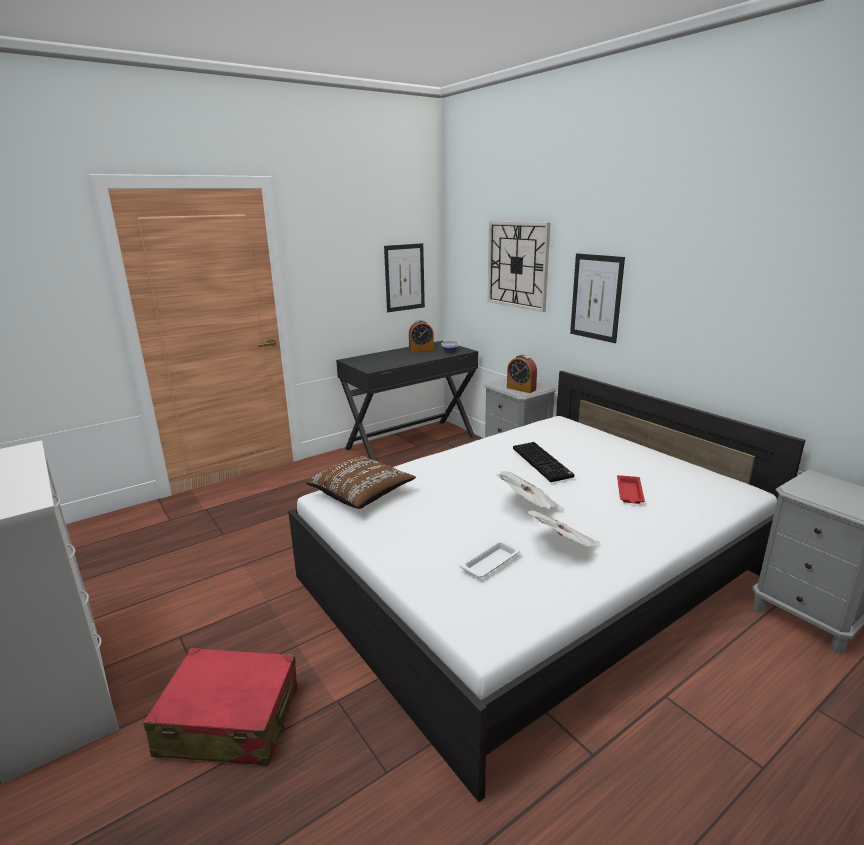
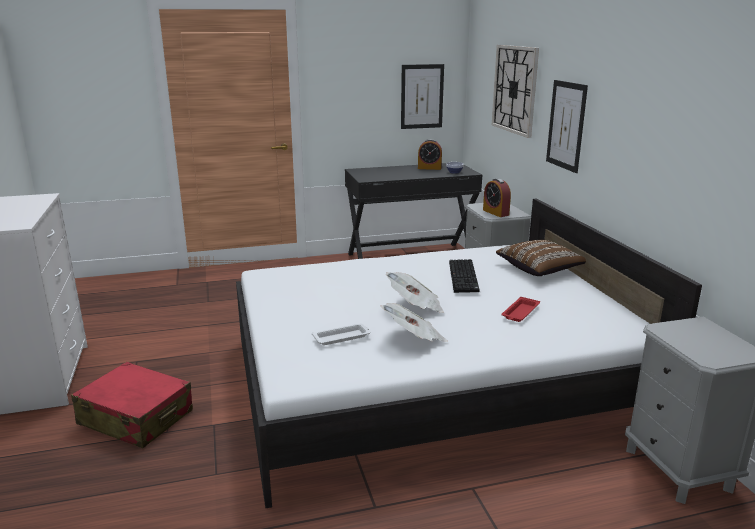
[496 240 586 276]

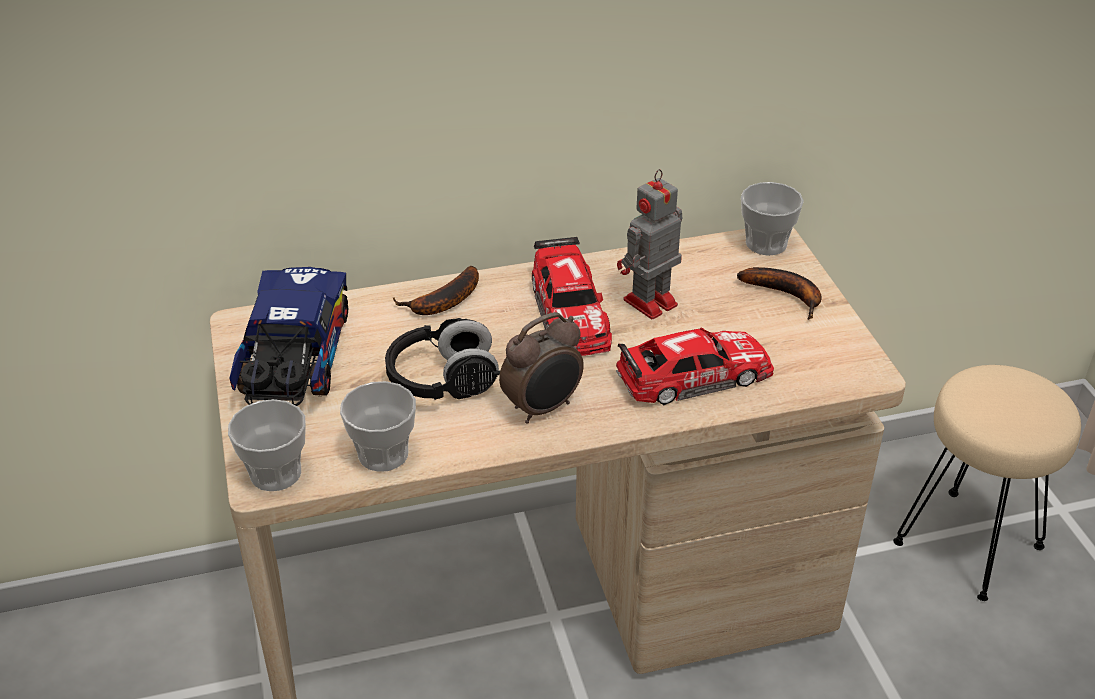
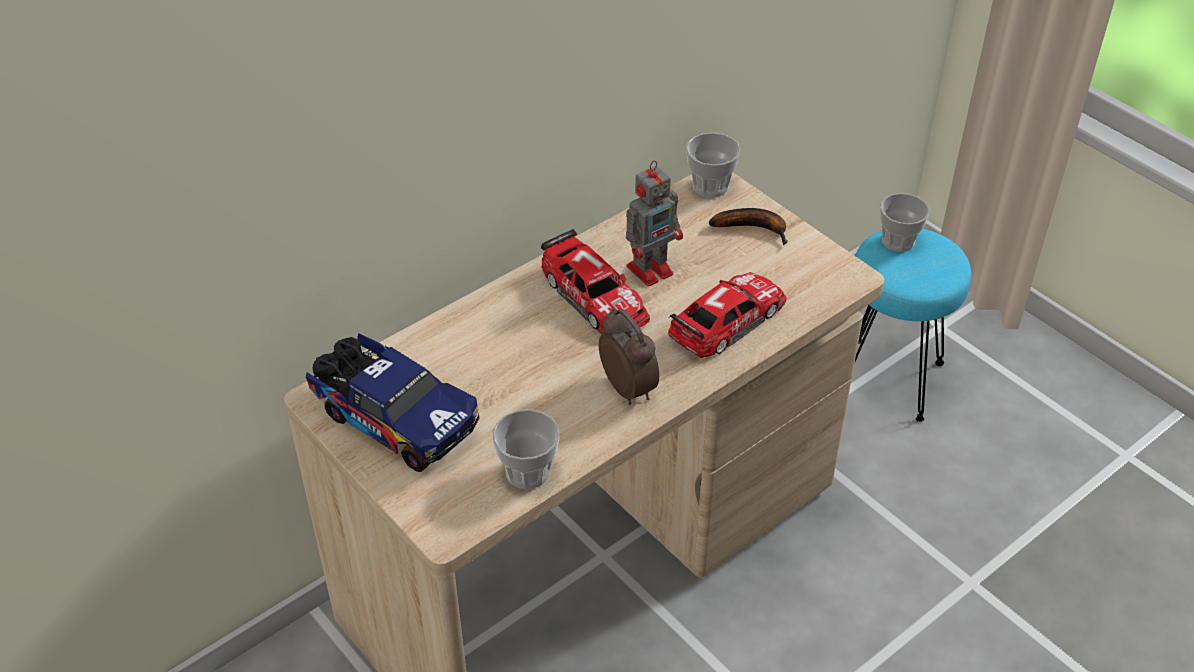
[306 333 479 472]
[599 307 659 405]
[626 160 683 287]
[855 229 971 422]
[880 193 929 252]
[385 318 500 400] (first image)
[393 266 479 315] (first image)

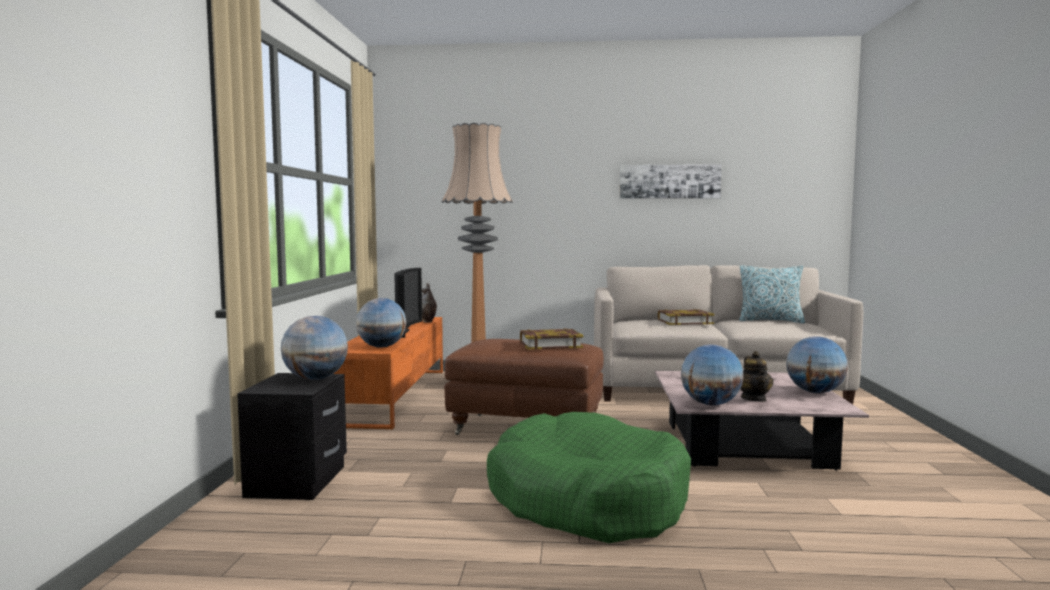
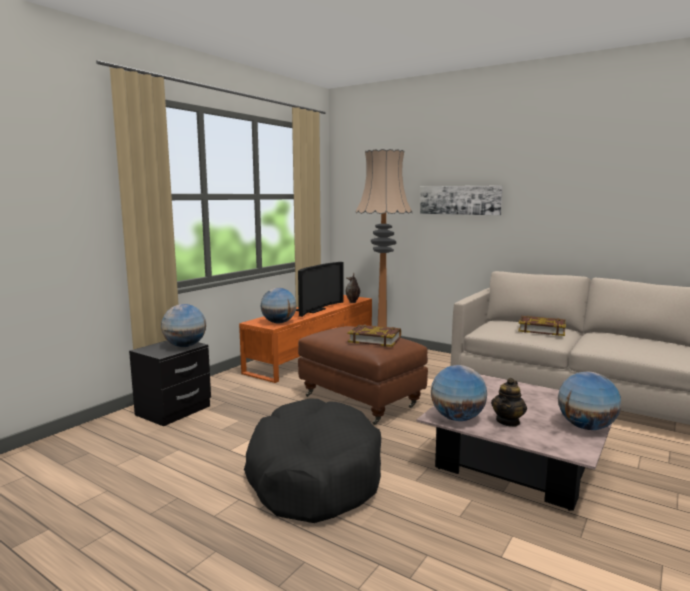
[244 399 381 523]
[420 185 503 215]
[739 266 805 323] (first image)

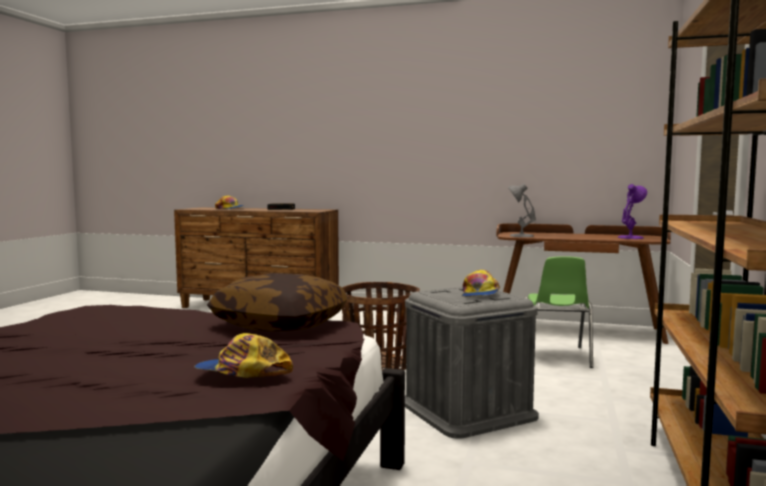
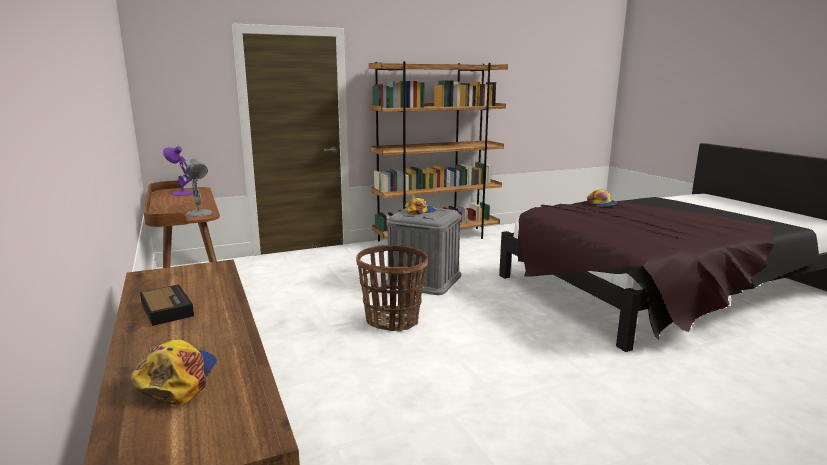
[207 273 349 331] (first image)
[525 256 593 368] (first image)

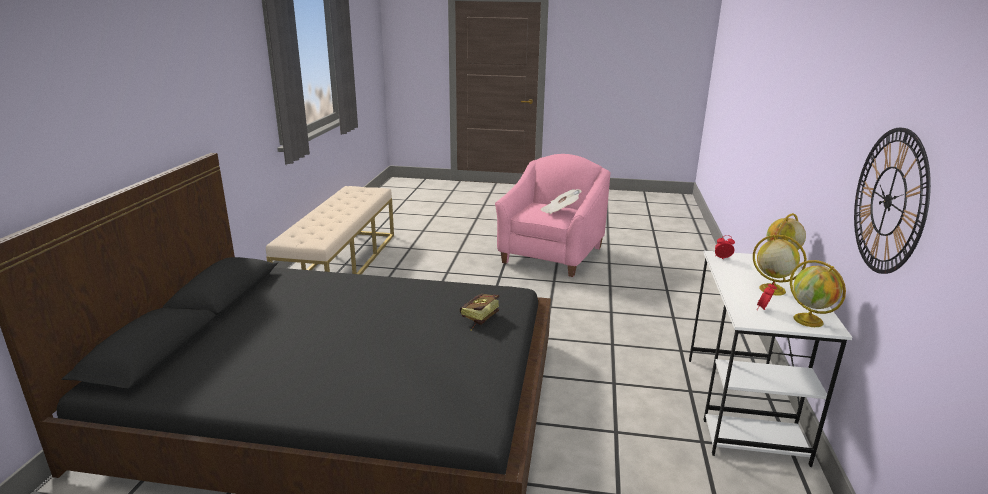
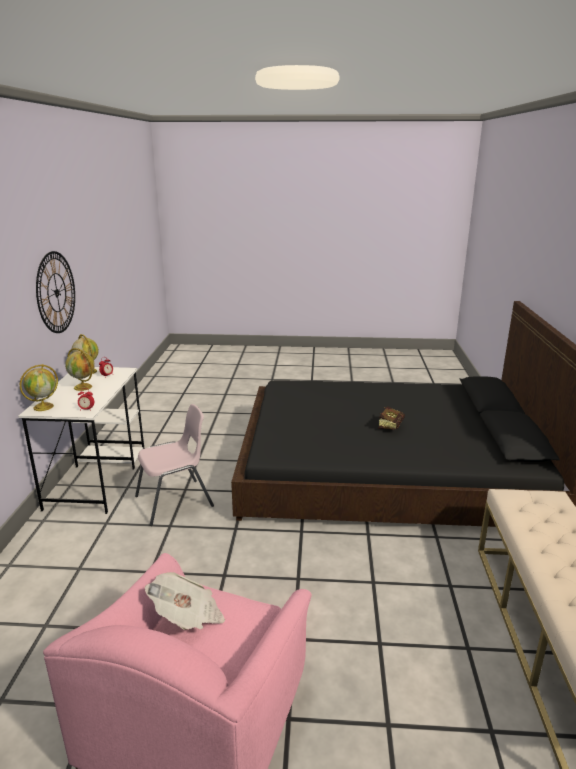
[135 404 214 526]
[378 406 405 430]

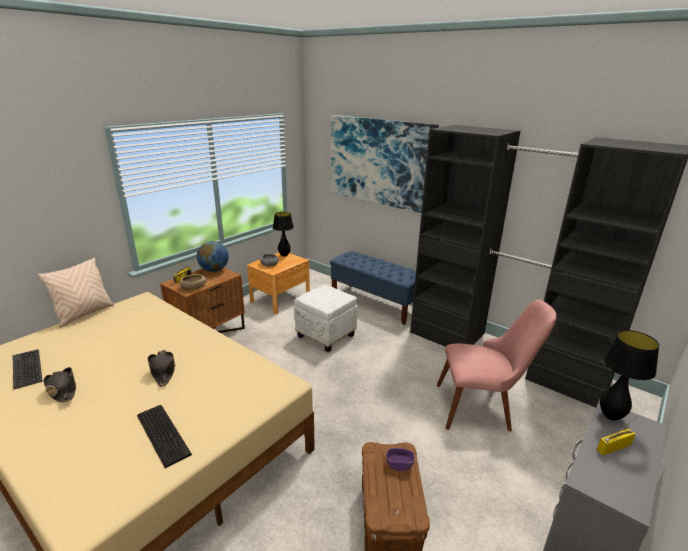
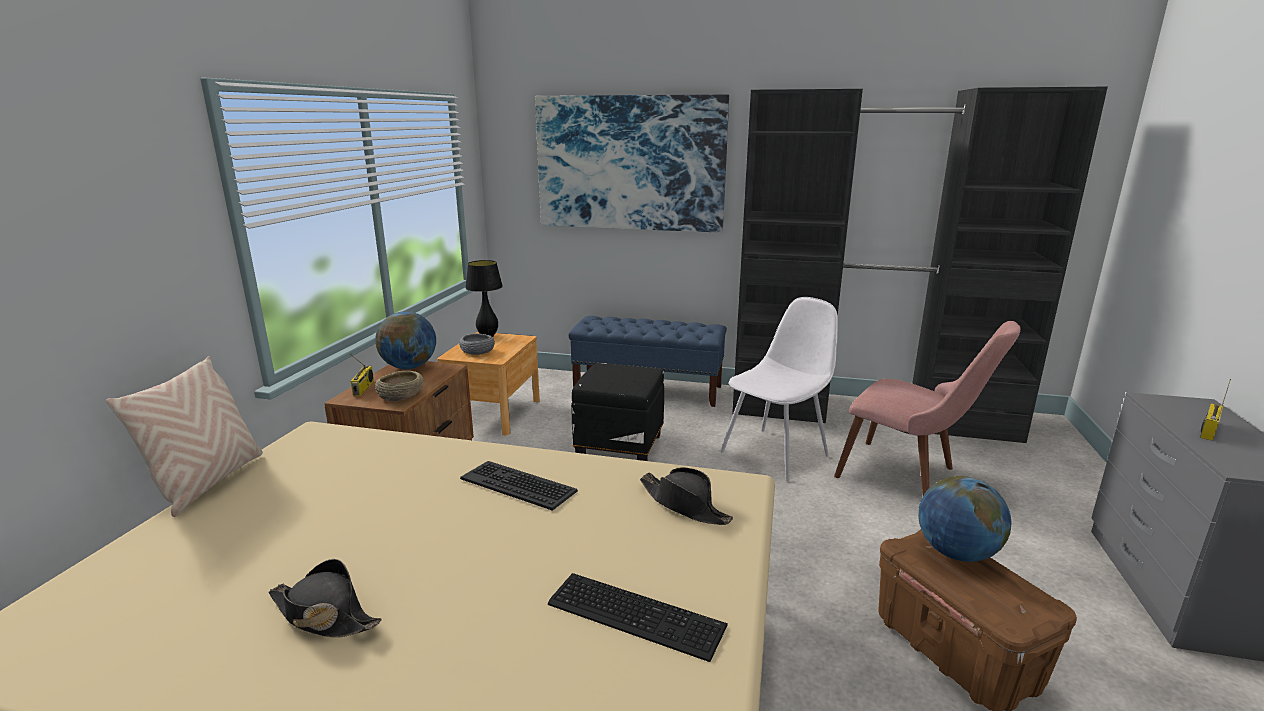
[460 461 578 511]
[571 363 664 461]
[640 467 733 525]
[721 297 838 481]
[834 321 1021 495]
[918 476 1012 562]
[600 330 659 420] (first image)

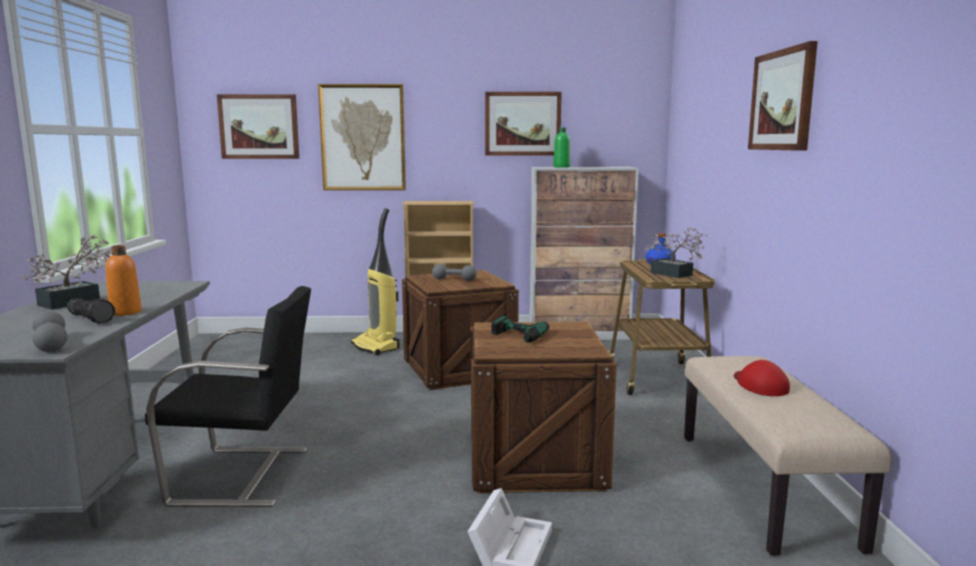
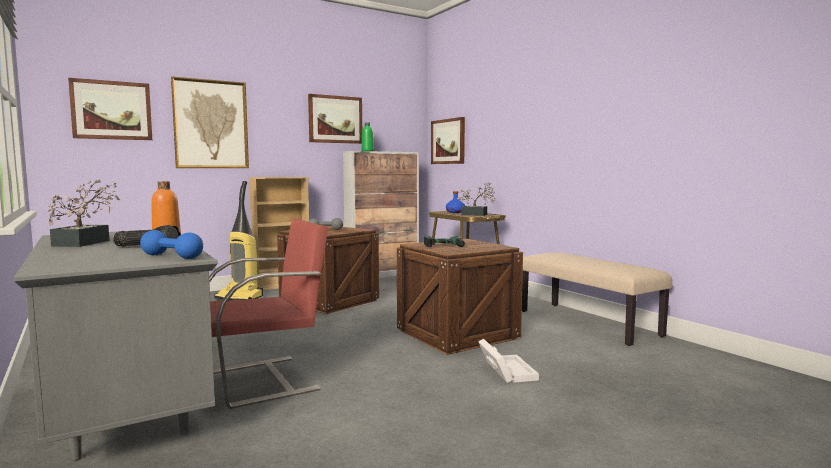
[140 230 203 259]
[209 218 328 409]
[431 117 465 164]
[734 360 790 396] (first image)

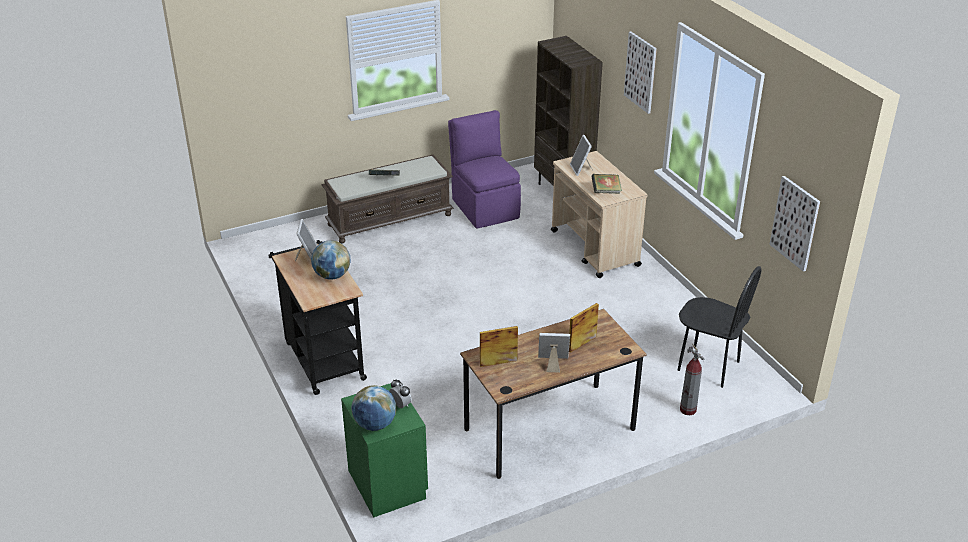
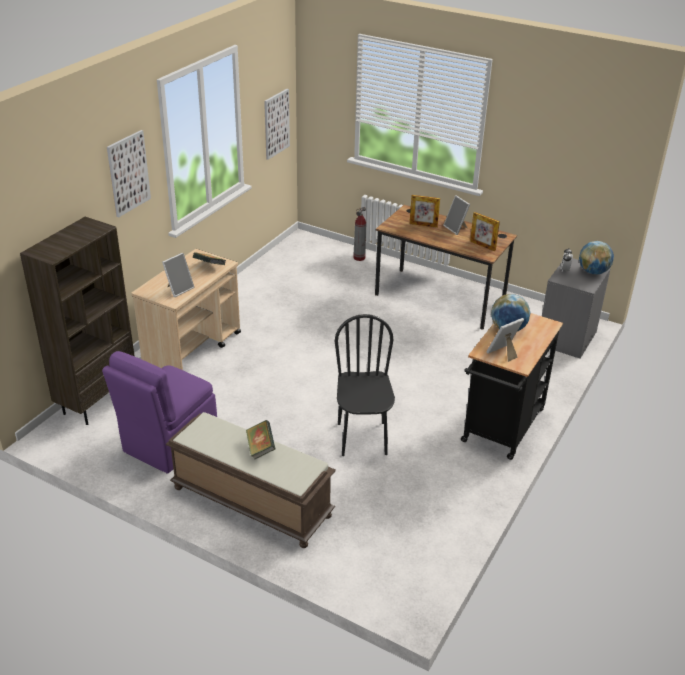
[335 314 395 456]
[542 258 610 358]

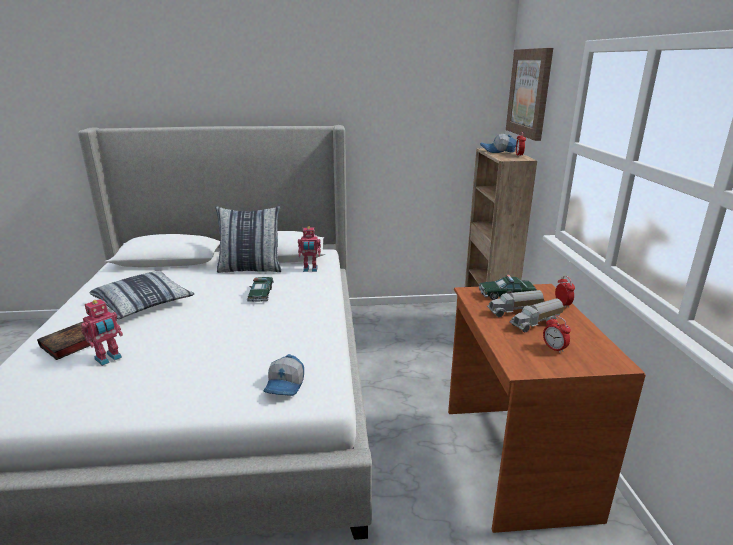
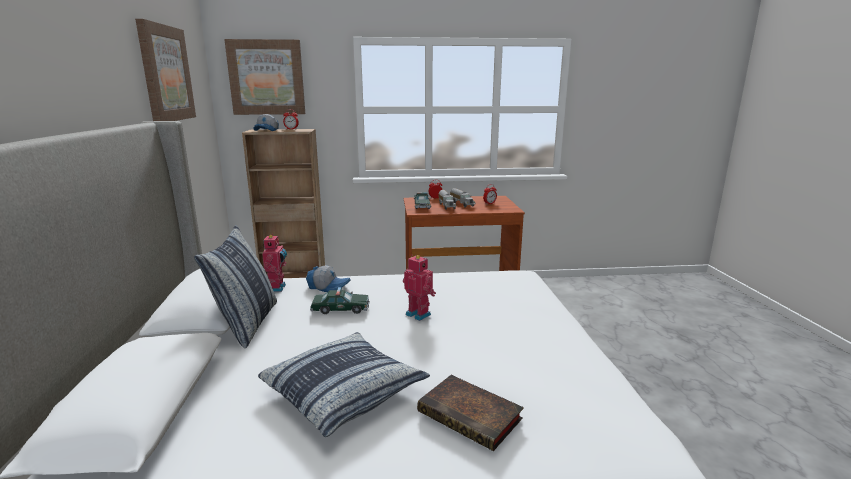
[135 19 196 121]
[306 265 350 292]
[403 255 436 321]

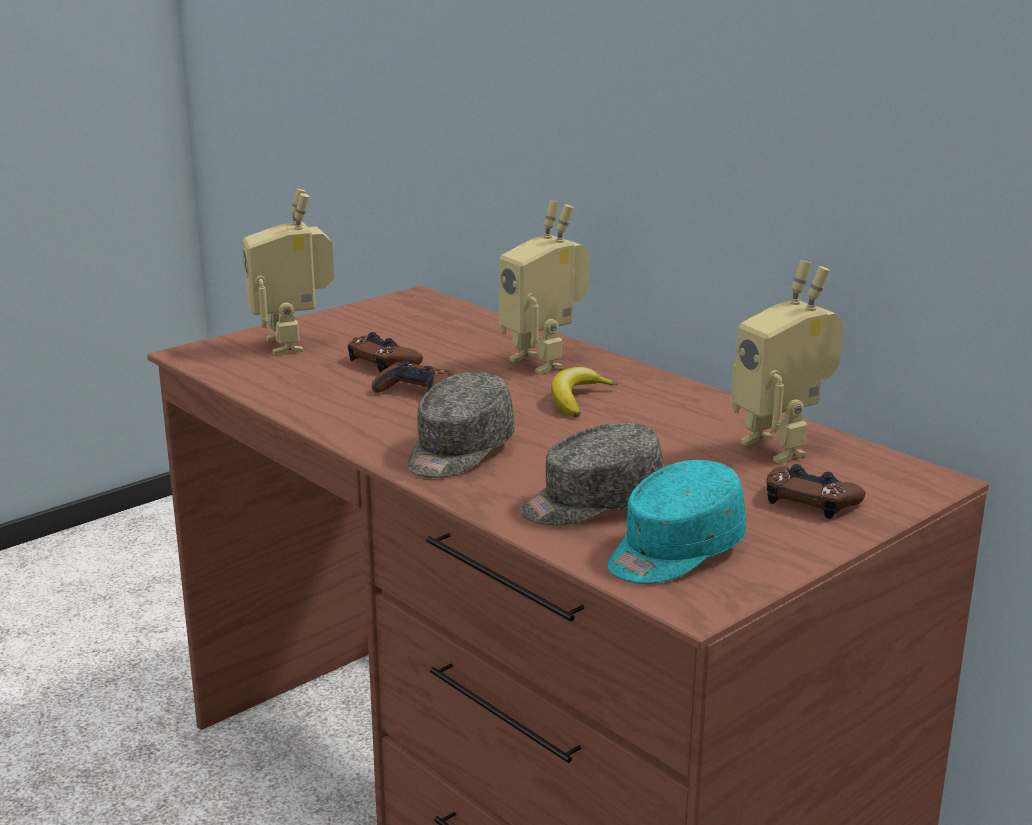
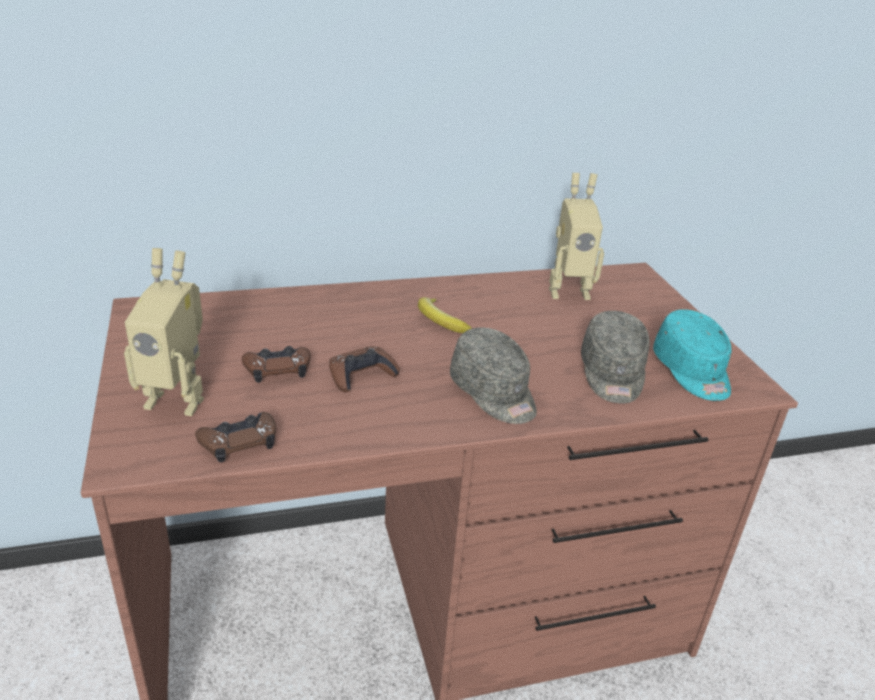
[195 412 276 462]
[499 200 589 374] (first image)

